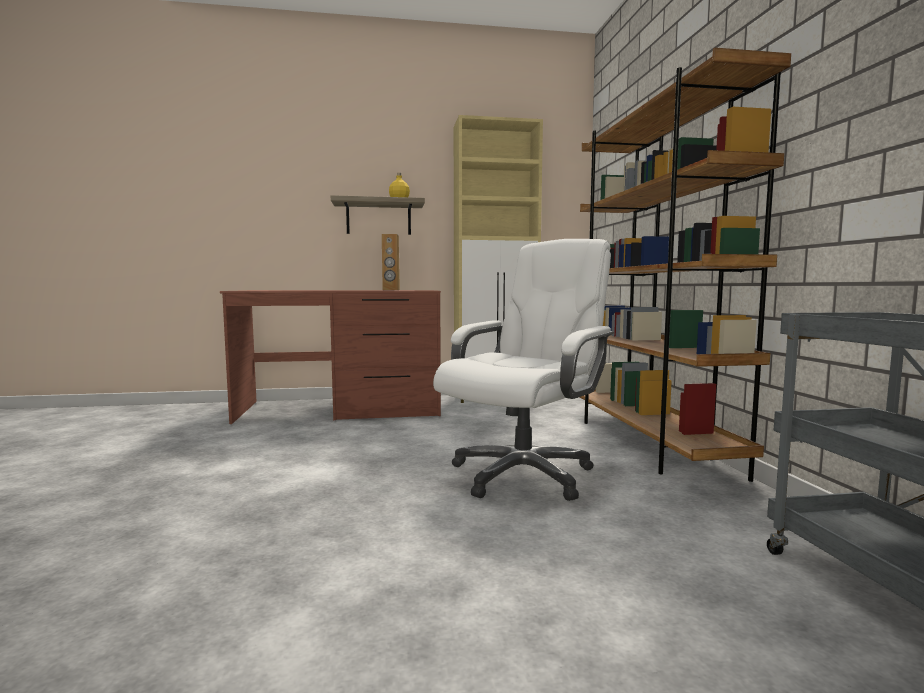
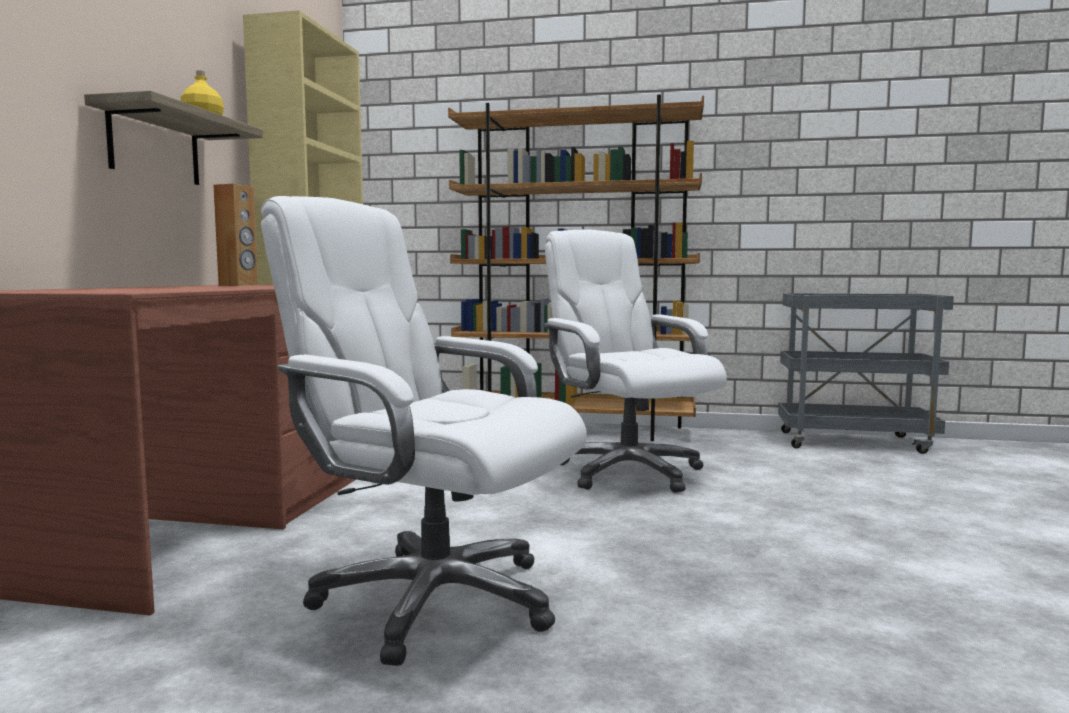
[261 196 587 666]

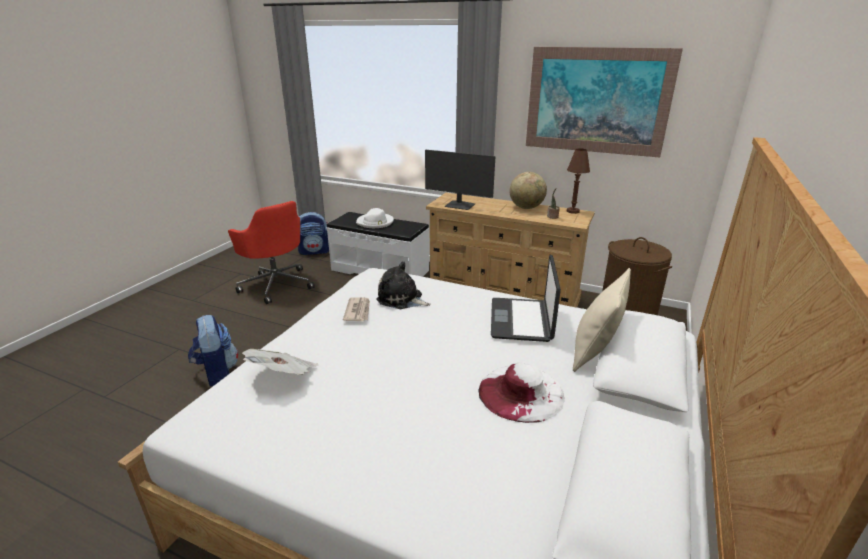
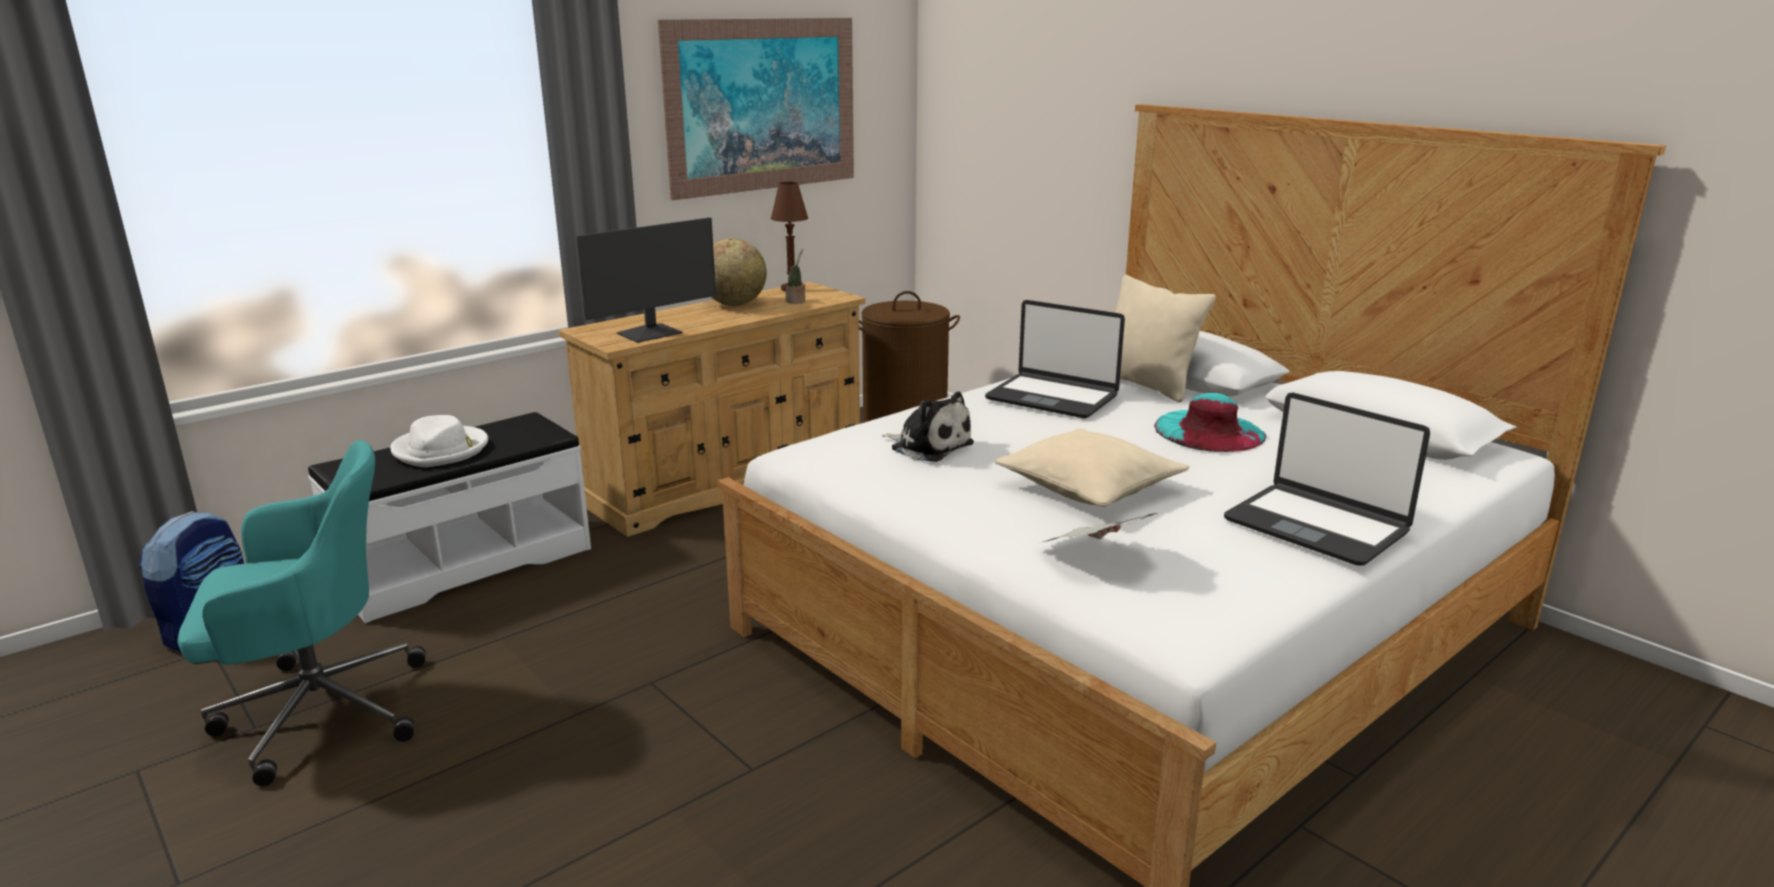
[178 440 426 786]
[882 392 974 462]
[995 428 1190 507]
[1154 393 1266 452]
[1224 393 1430 566]
[188 315 238 386] (first image)
[343 297 370 321] (first image)

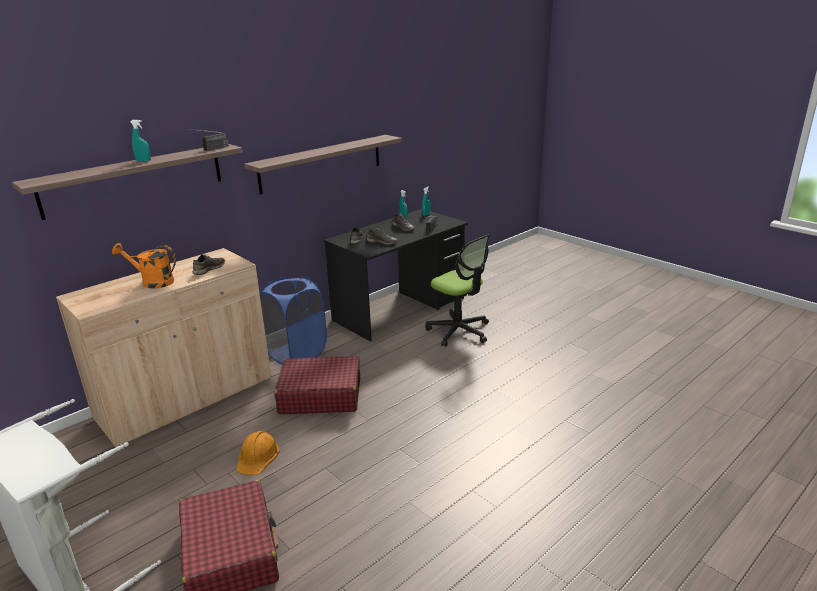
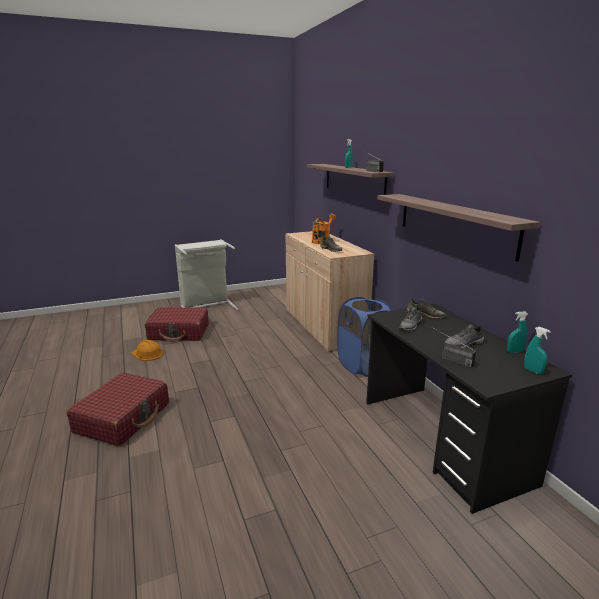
[66 373 169 446]
[131 340 163 361]
[425 234 490 347] (first image)

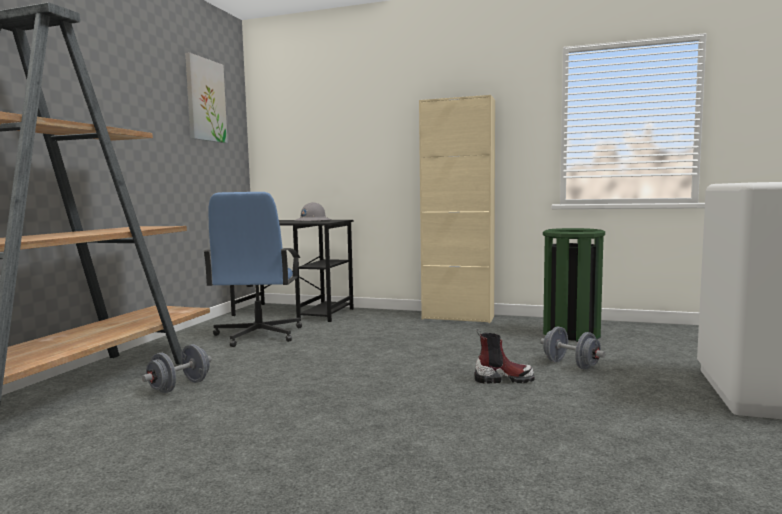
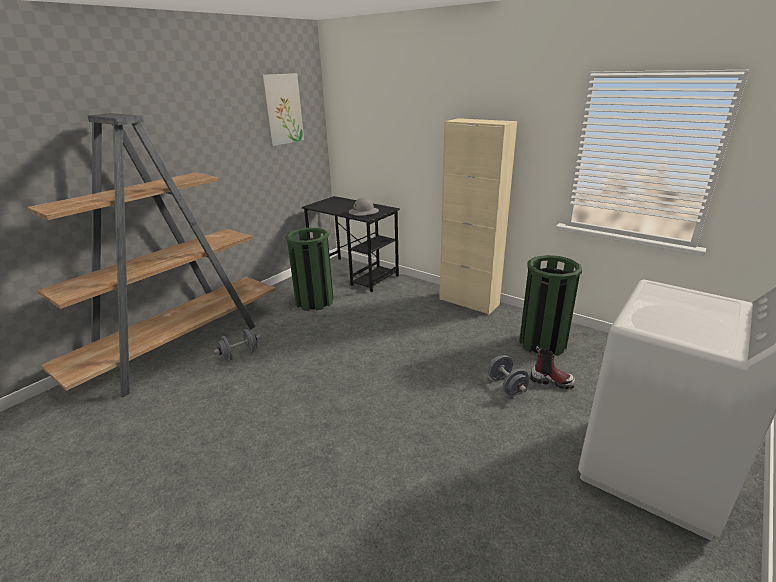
[285 228 334 311]
[530 346 575 389]

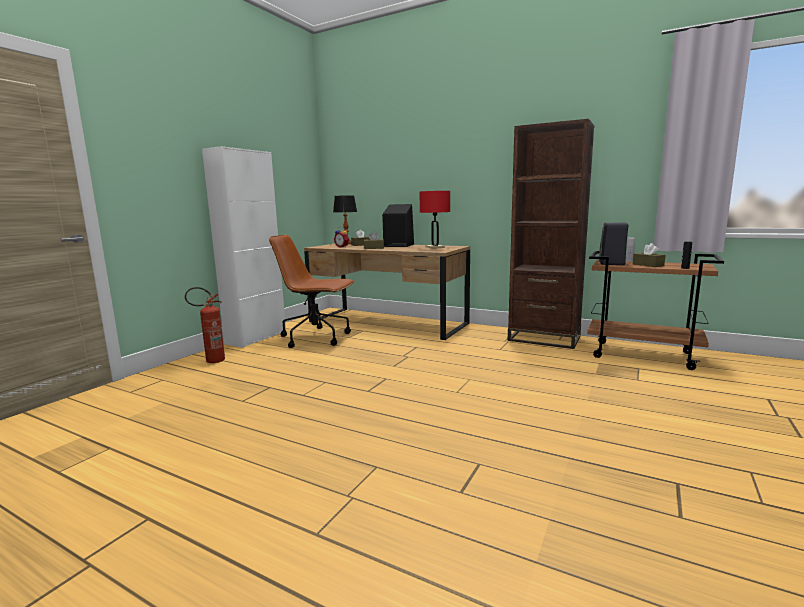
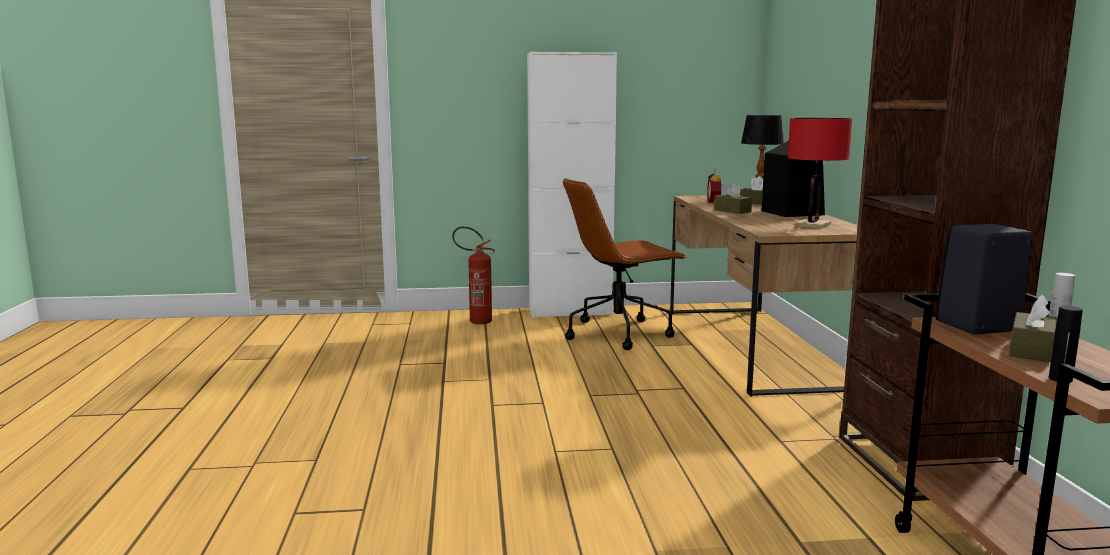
[563 178 687 350]

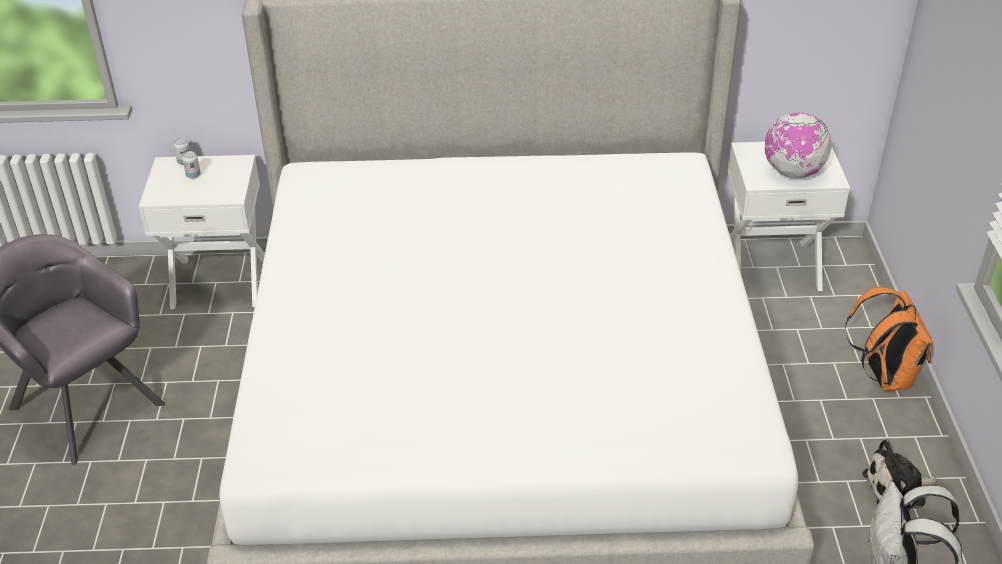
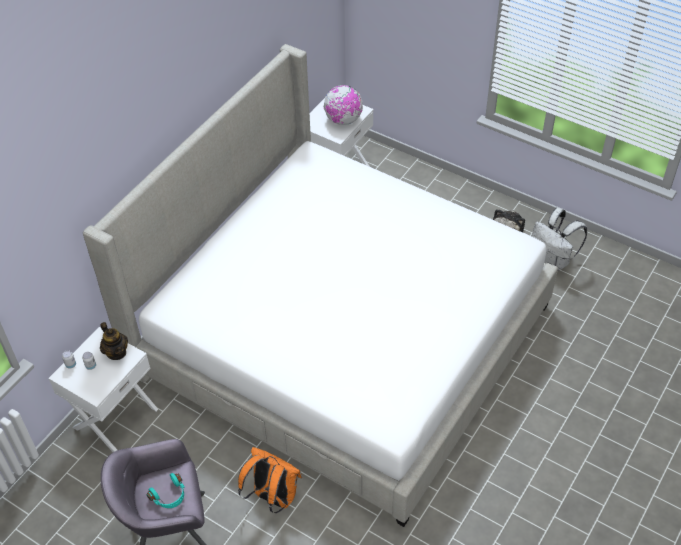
[100 322 128 360]
[147 473 184 508]
[238 447 302 513]

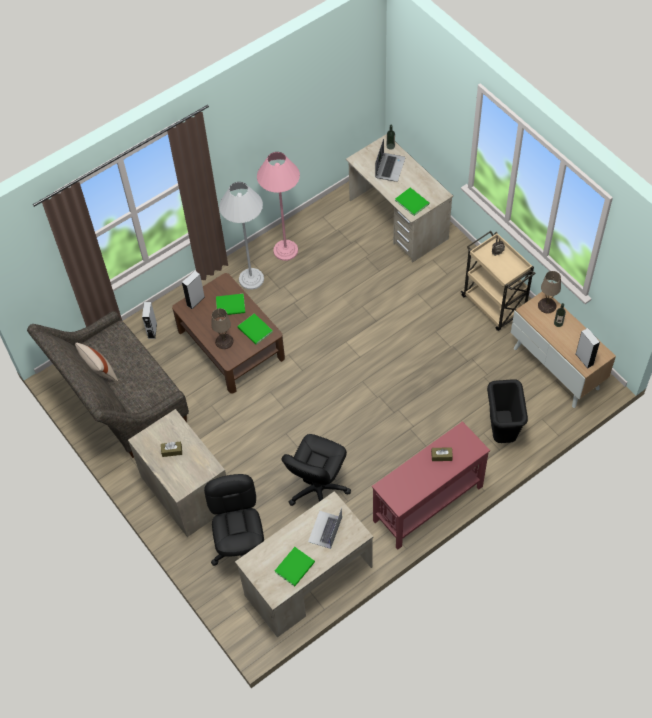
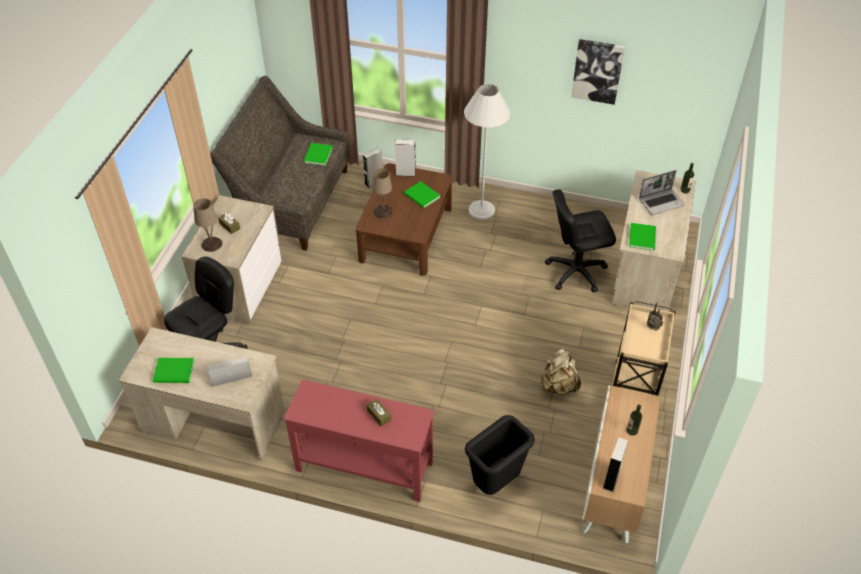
[193 198 222 252]
[304 143 333 166]
[540 349 581 395]
[545 189 616 293]
[571 39 625 105]
[75 343 118 382] (first image)
[257 152 300 261] (first image)

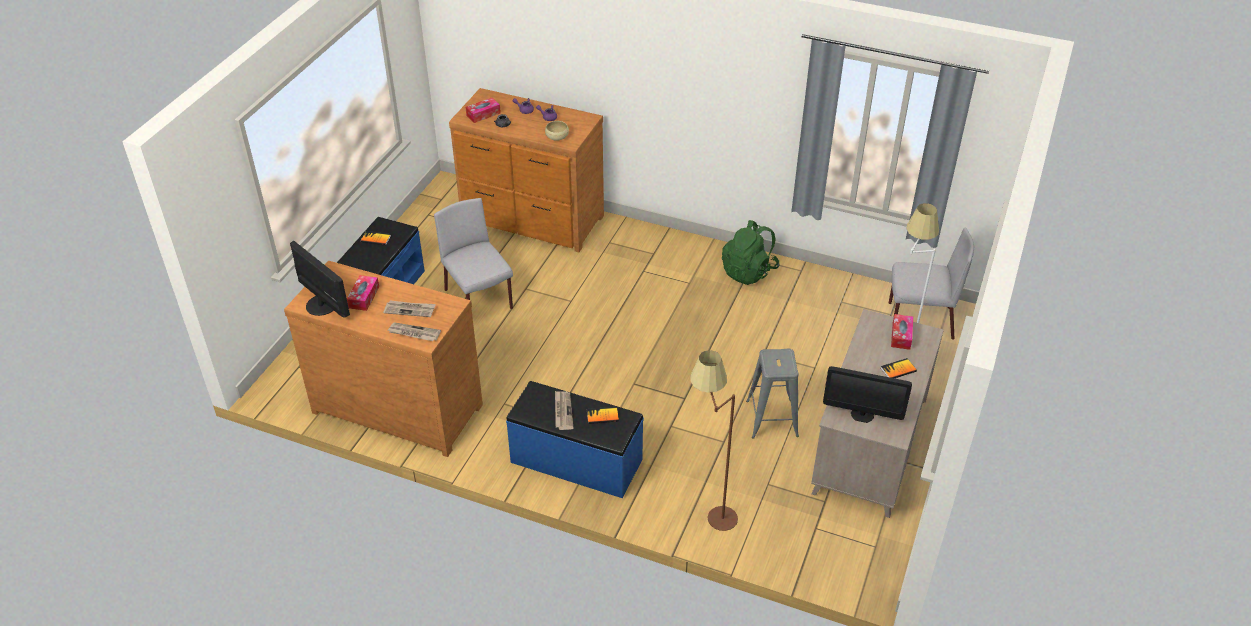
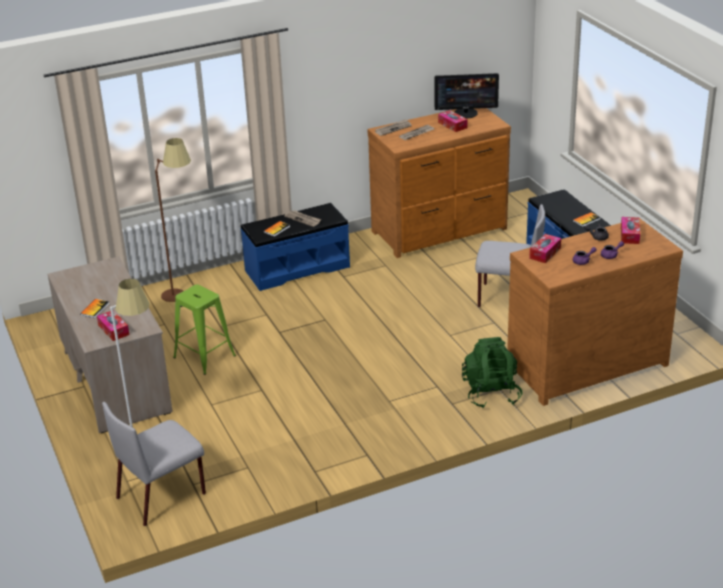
[173 285 236 375]
[462 337 523 408]
[529 234 561 263]
[823 366 912 423] (first image)

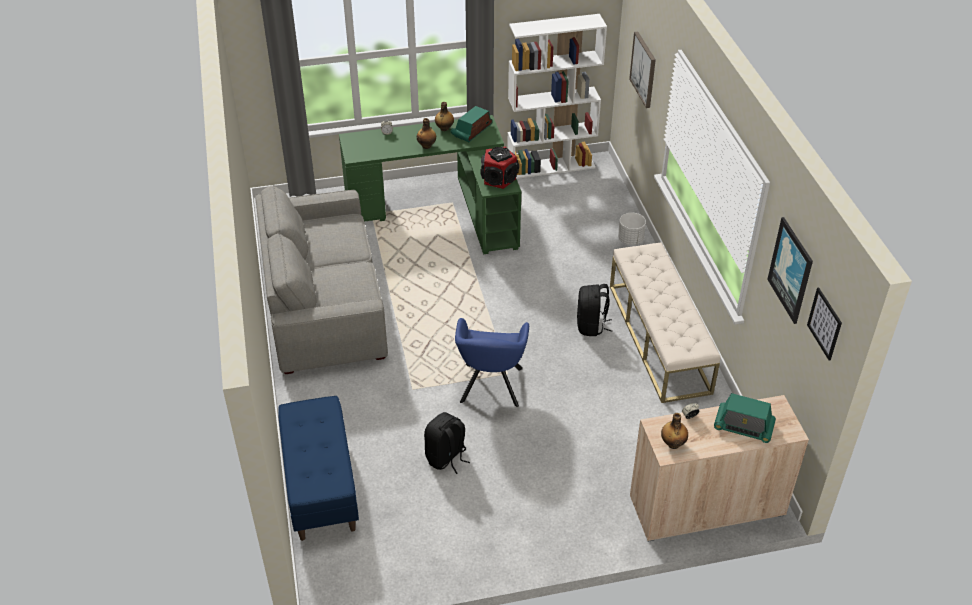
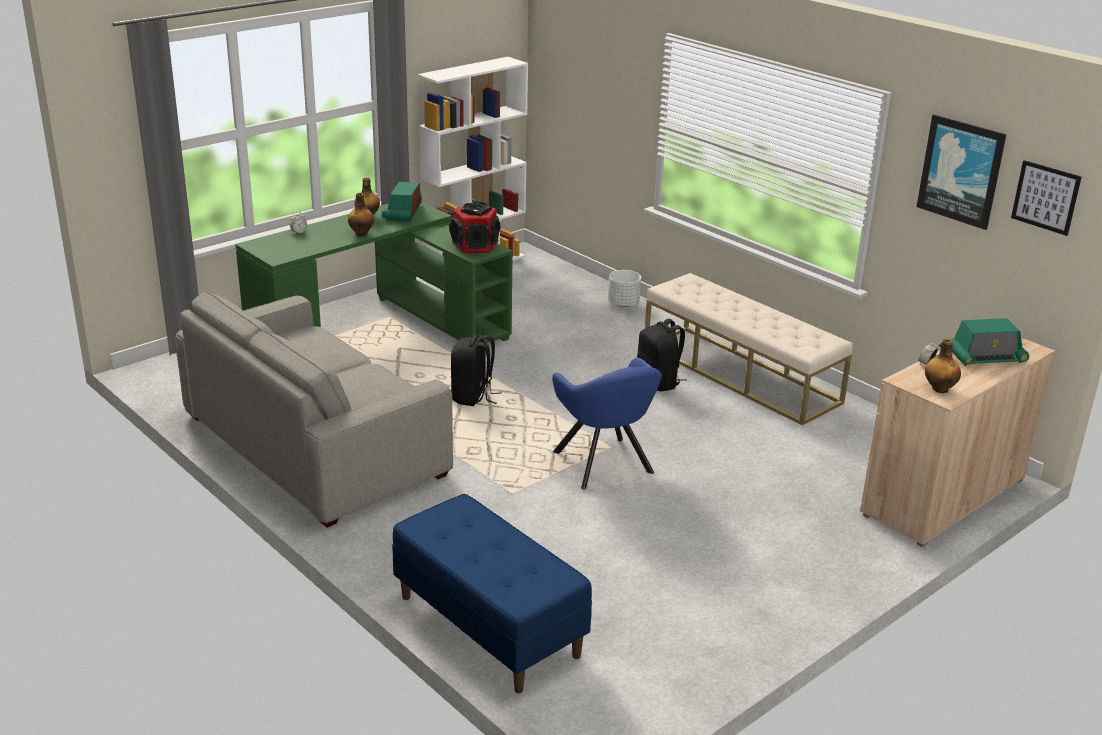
[451 335 502 406]
[629 32 656 108] (first image)

